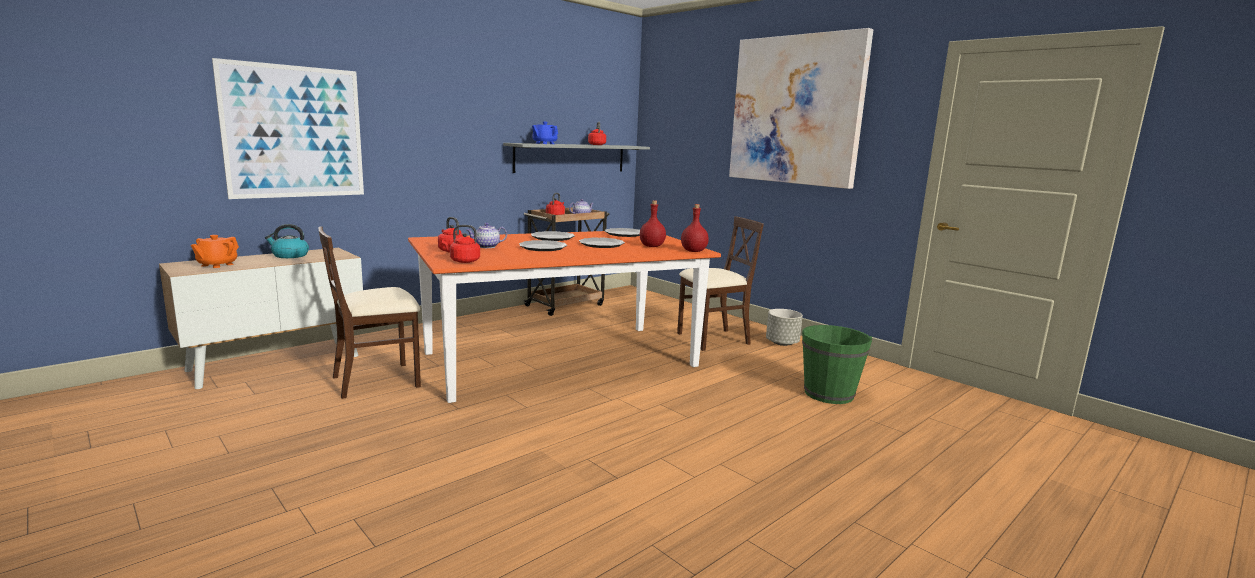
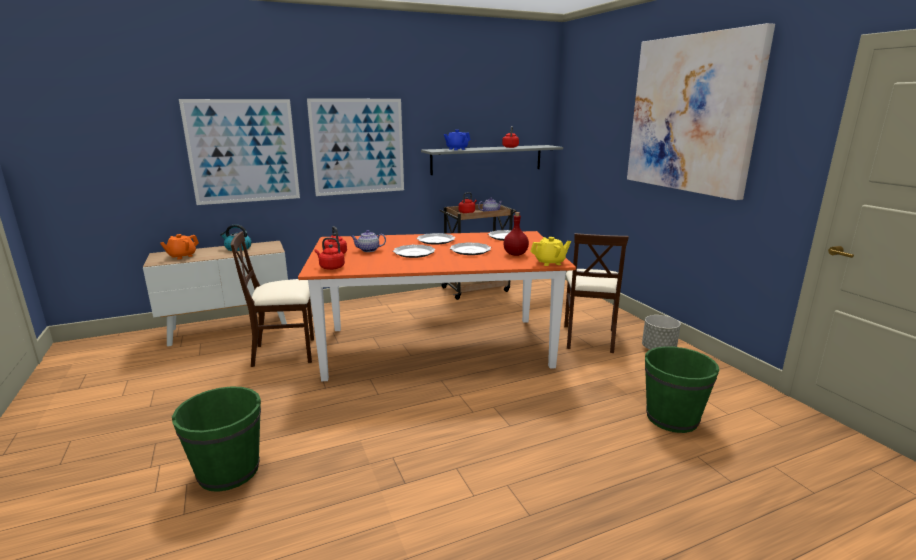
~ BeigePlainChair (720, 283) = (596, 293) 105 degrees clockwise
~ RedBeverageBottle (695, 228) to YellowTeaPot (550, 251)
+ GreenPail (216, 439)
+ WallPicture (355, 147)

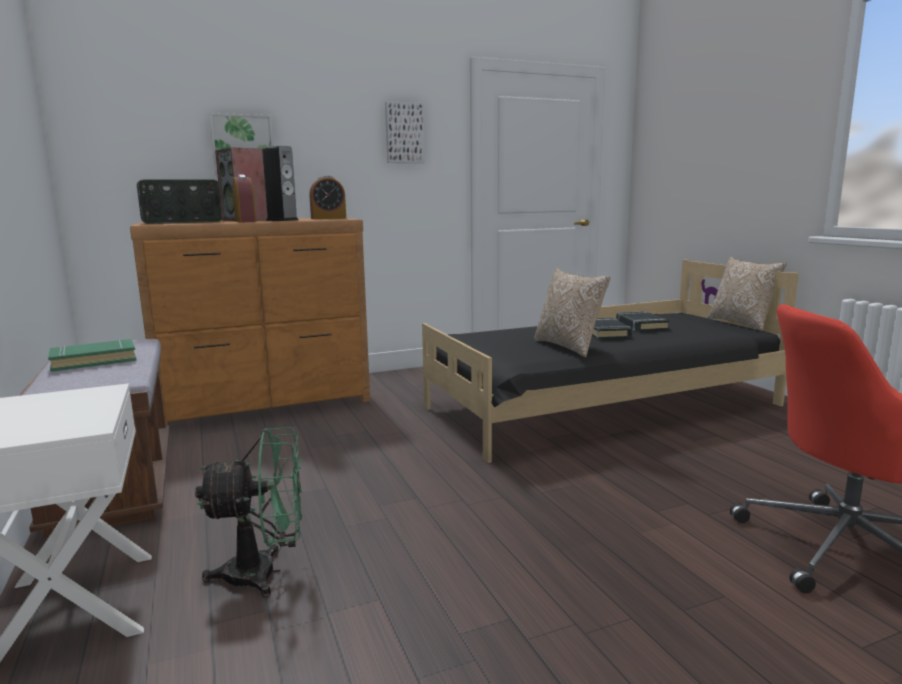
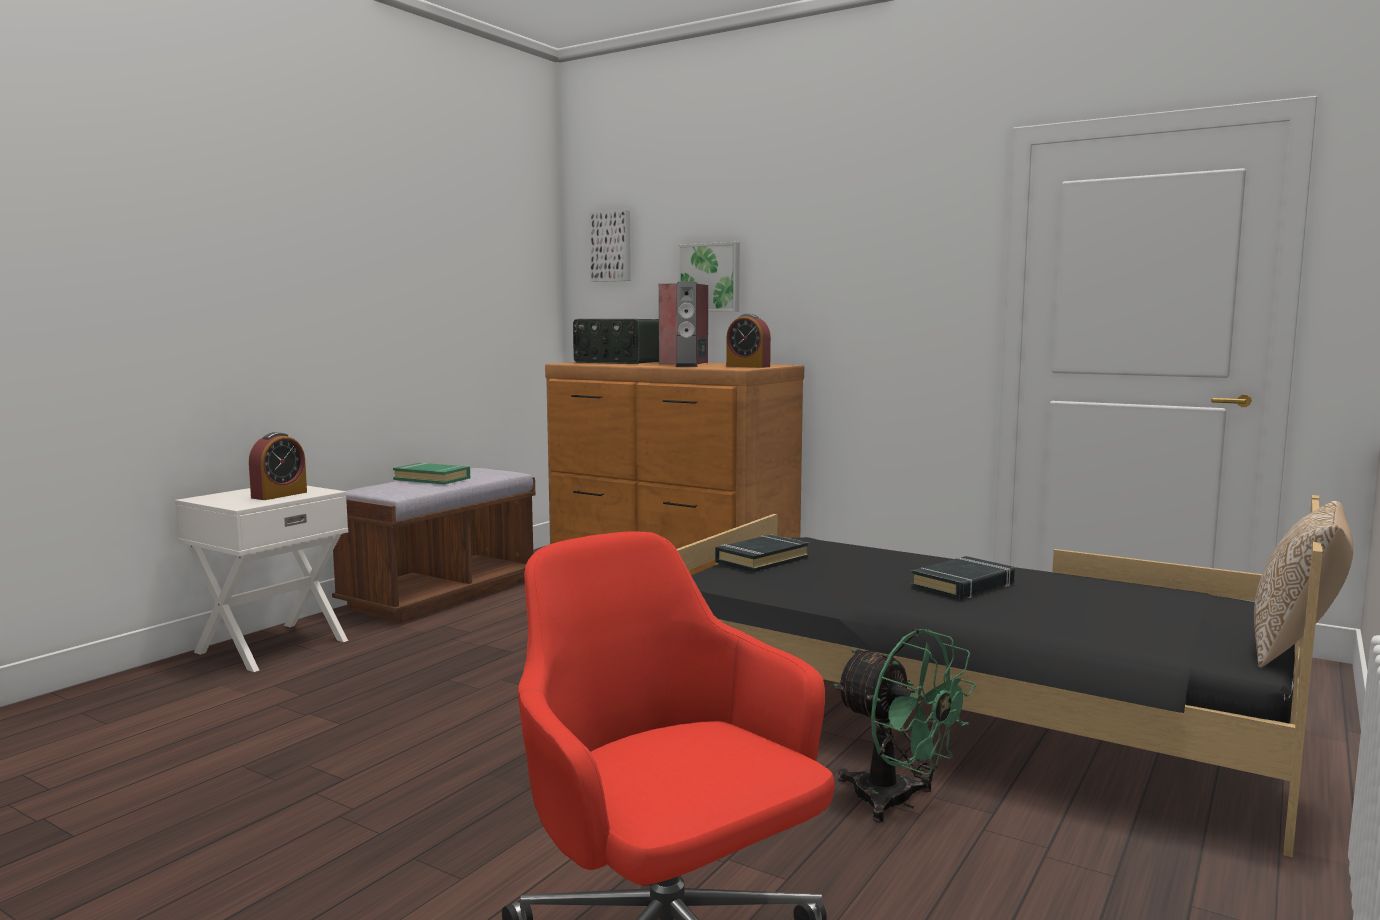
~ GreenFan (248, 512) to (905, 726)
~ BedsideClock (244, 199) to (278, 466)
~ WallPicture (405, 132) to (610, 246)
- ThrowPillow (572, 312)
~ BlackColouredBoundBook (643, 321) to (762, 553)

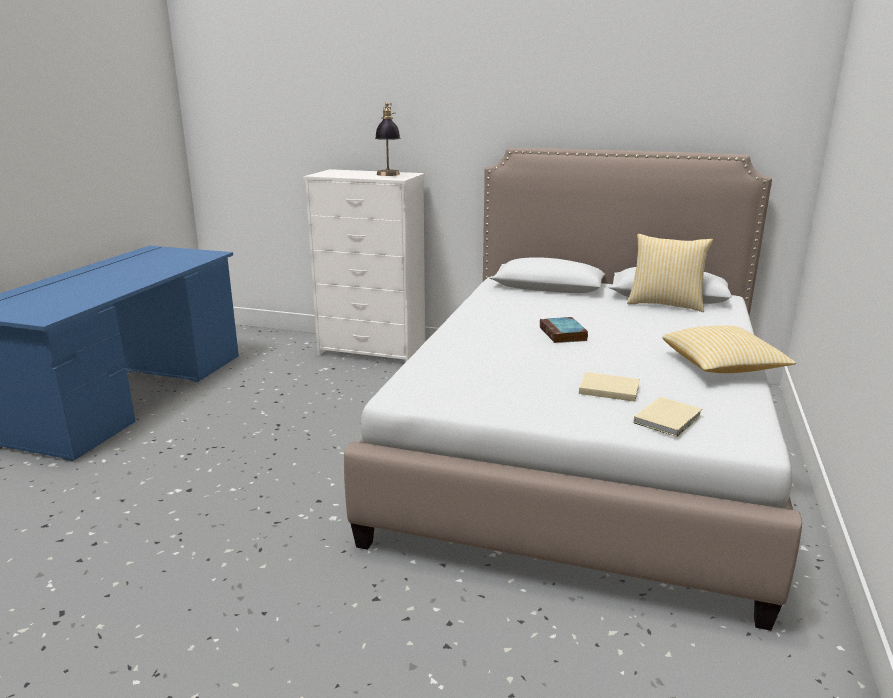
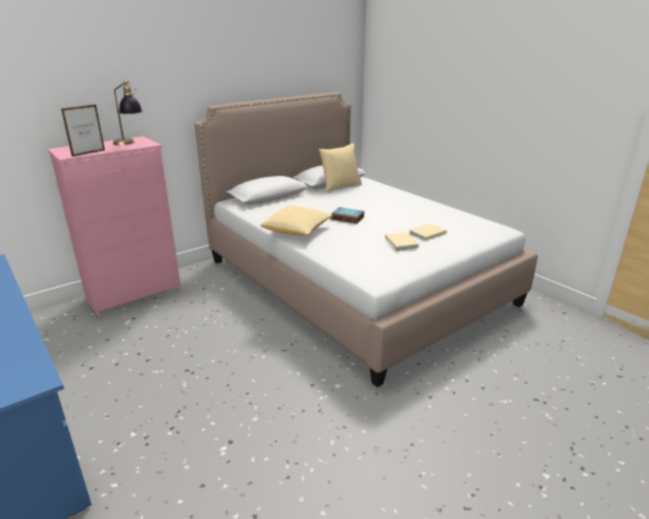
~ WhiteColouredDrawerChest (364, 265) to PinkColouredDrawerChest (114, 226)
~ BeigeBoundBook (668, 417) to (402, 241)
~ ThrowPillow (729, 349) to (297, 221)
+ StandingFrame (83, 130)

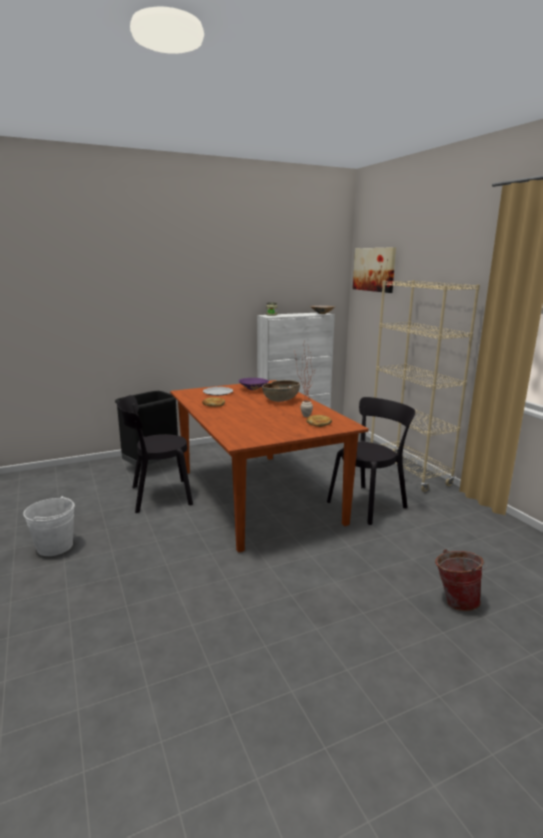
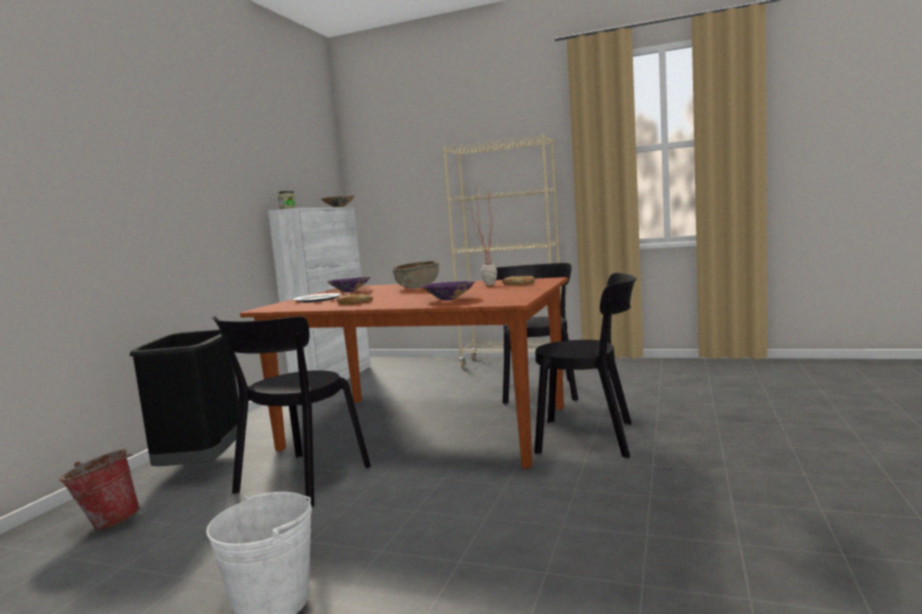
- WallPicture (374, 270)
~ Pail (461, 580) to (99, 490)
+ PurpleServingBowl (447, 291)
+ BlackColouredPlainChair (585, 365)

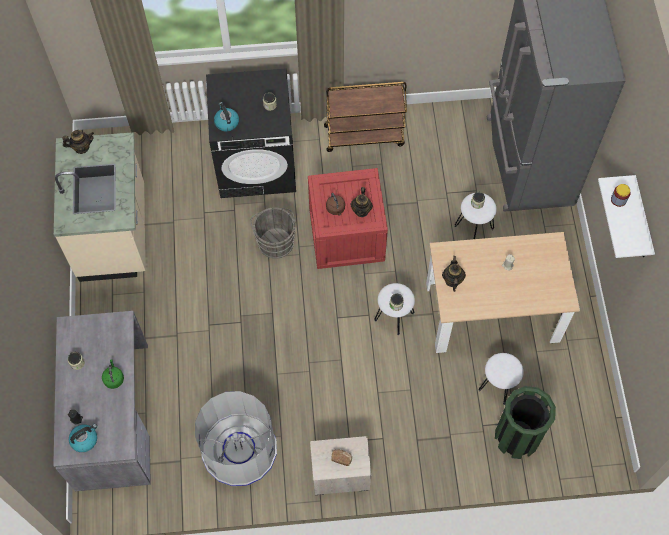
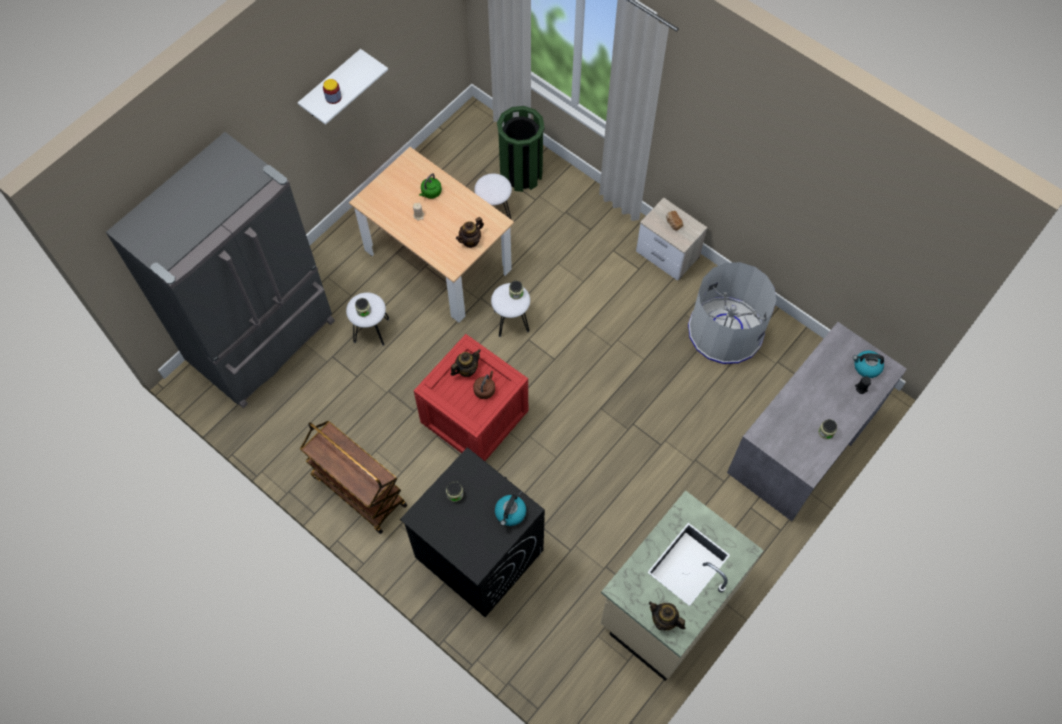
~ GreenWaterKettle (113, 374) to (430, 186)
- GreyPail (273, 233)

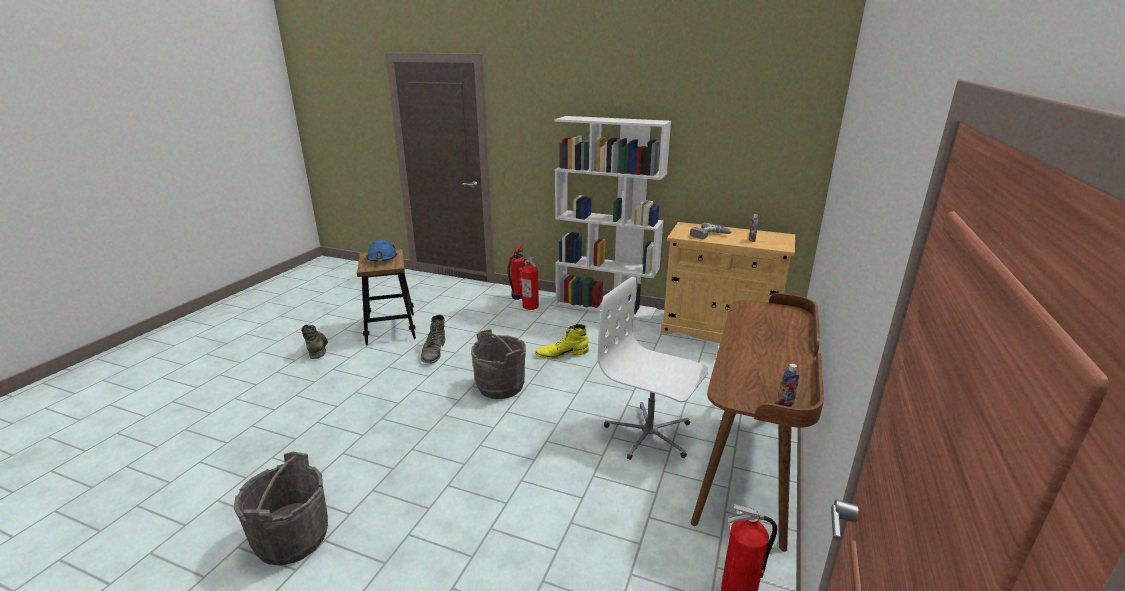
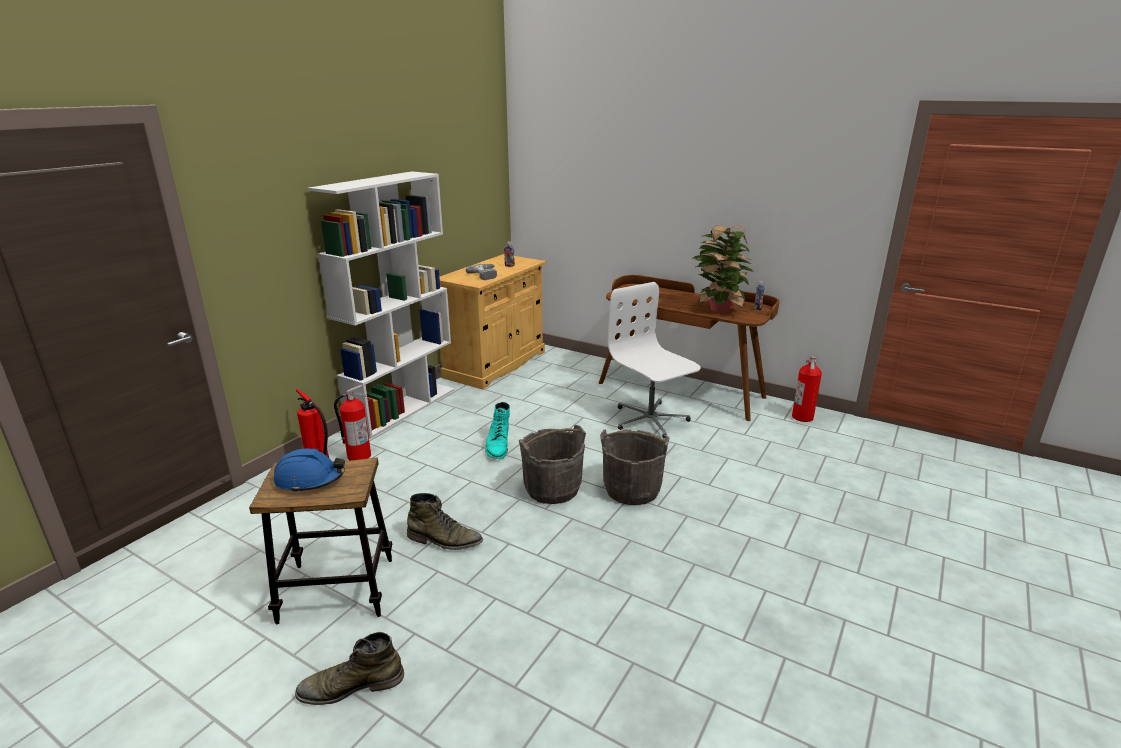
~ GreyPail (281, 509) to (634, 467)
~ YellowBoot (562, 341) to TurquoiseBoot (497, 430)
~ WhiteColouredDeskChair (653, 368) = (654, 360) 105 degrees clockwise
+ PottedPlant (722, 269)

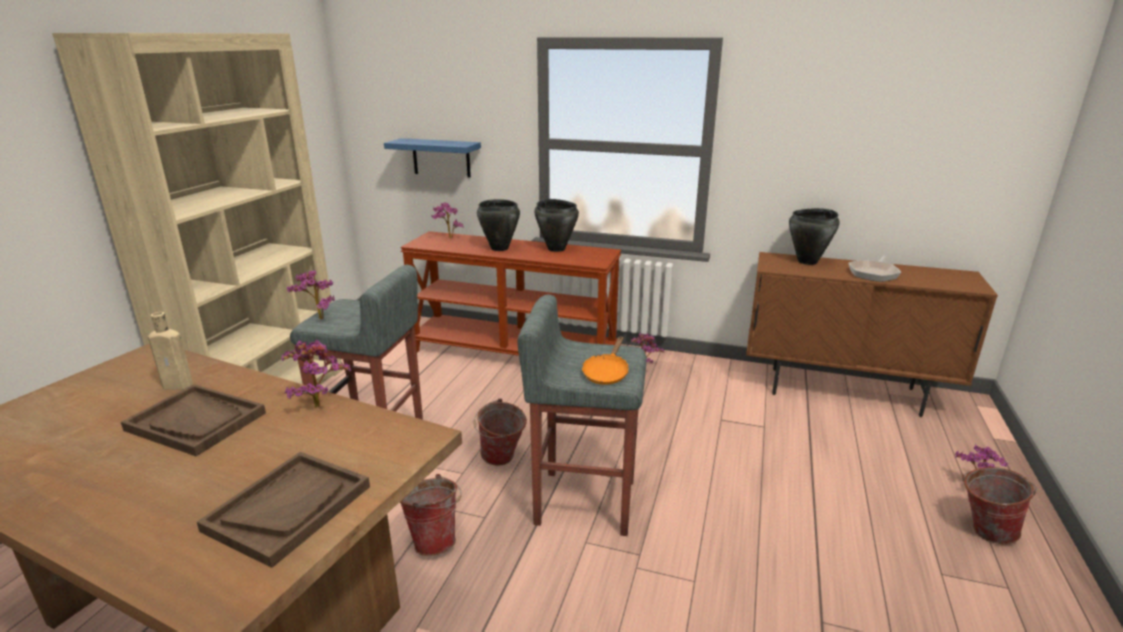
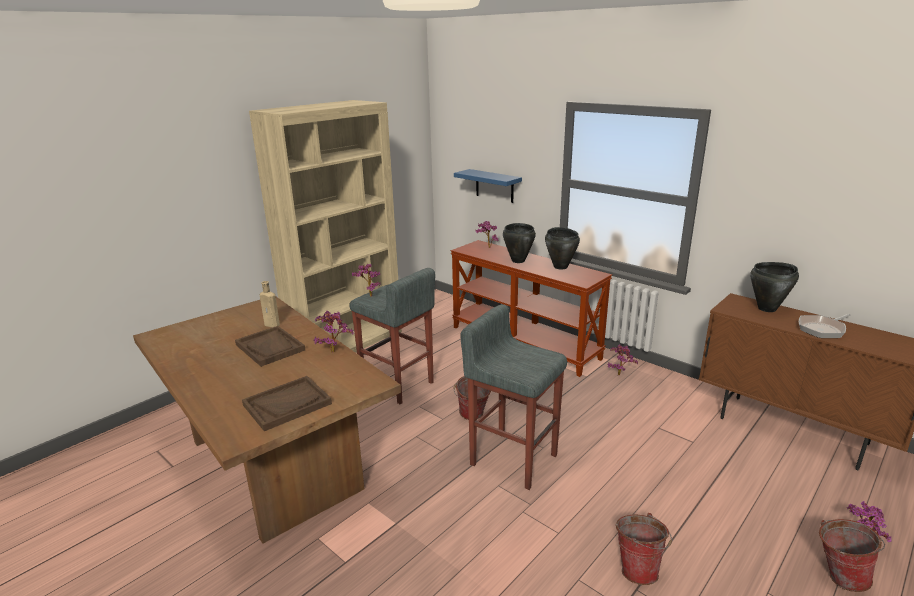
~ Pail (431, 515) to (644, 549)
- OrangeyFryingPan (605, 360)

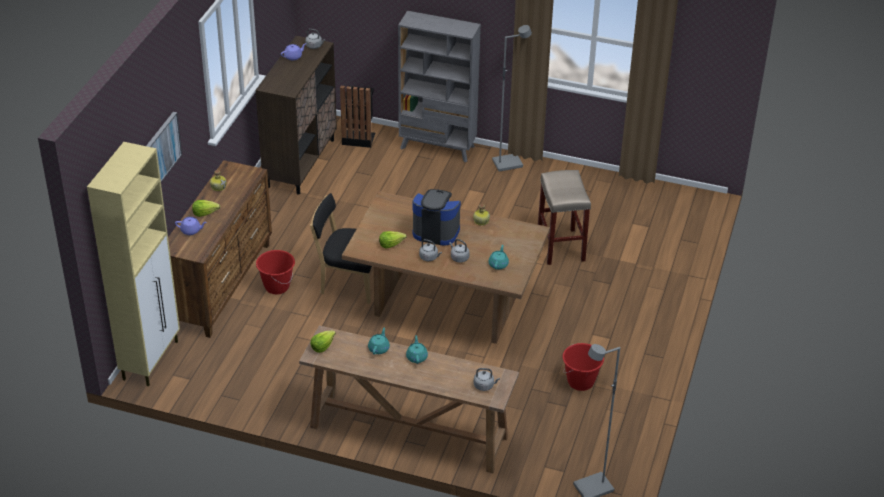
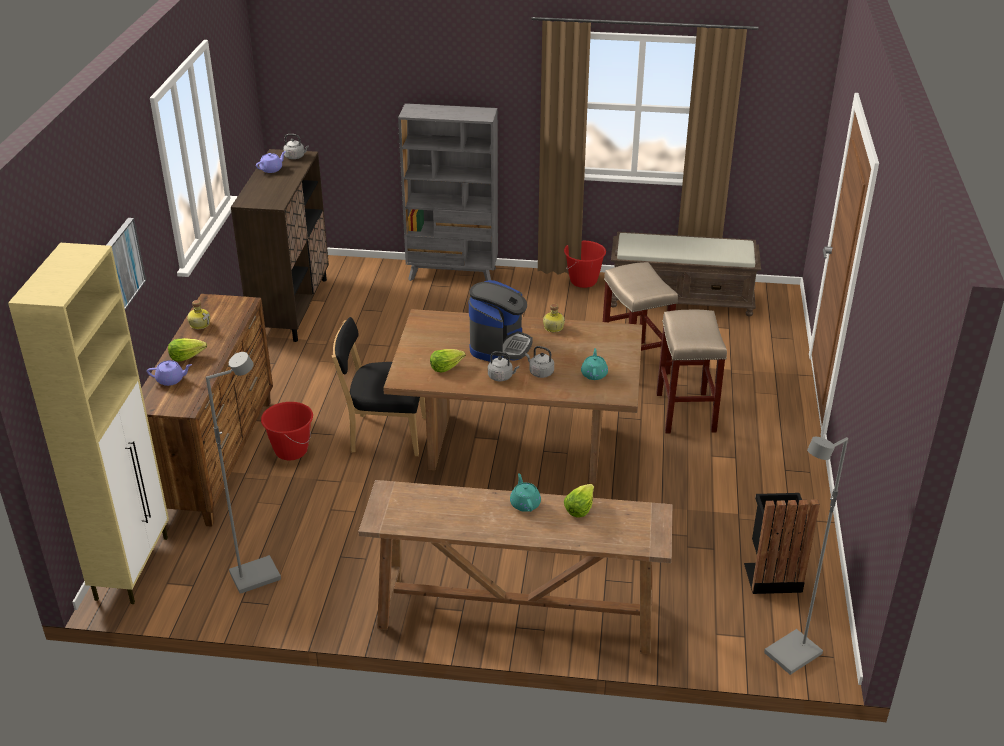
~ HeadOfLettuce (323, 341) to (579, 501)
~ BlackColouredWasteBin (357, 117) to (782, 543)
- TurquoiseTeaPot (379, 341)
~ CoffeeMaker (436, 217) = (501, 321) 105 degrees clockwise
- GreyWaterKettle (487, 379)
~ GreyStandingLamp (512, 98) to (243, 473)
~ RedPail (583, 367) to (585, 264)
+ BrownishLongSeat (686, 274)
+ BeigeStoolSeat (691, 371)

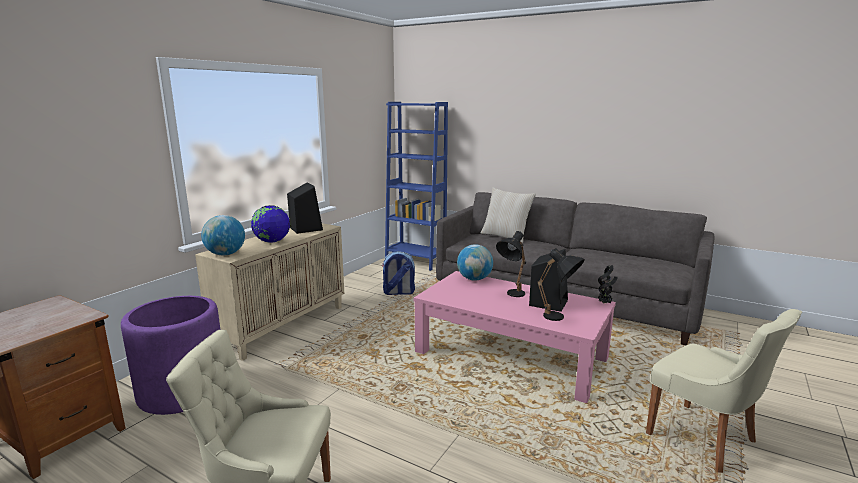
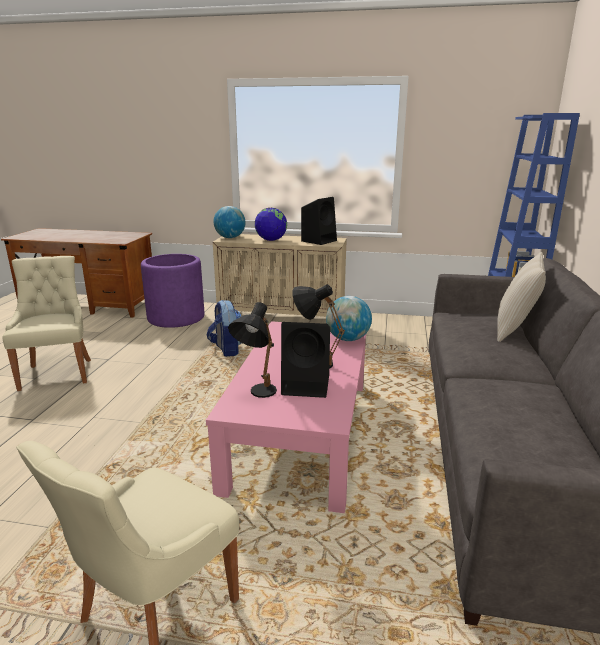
~ Backpack (399, 273) to (224, 328)
- PottedPlant (608, 284)

